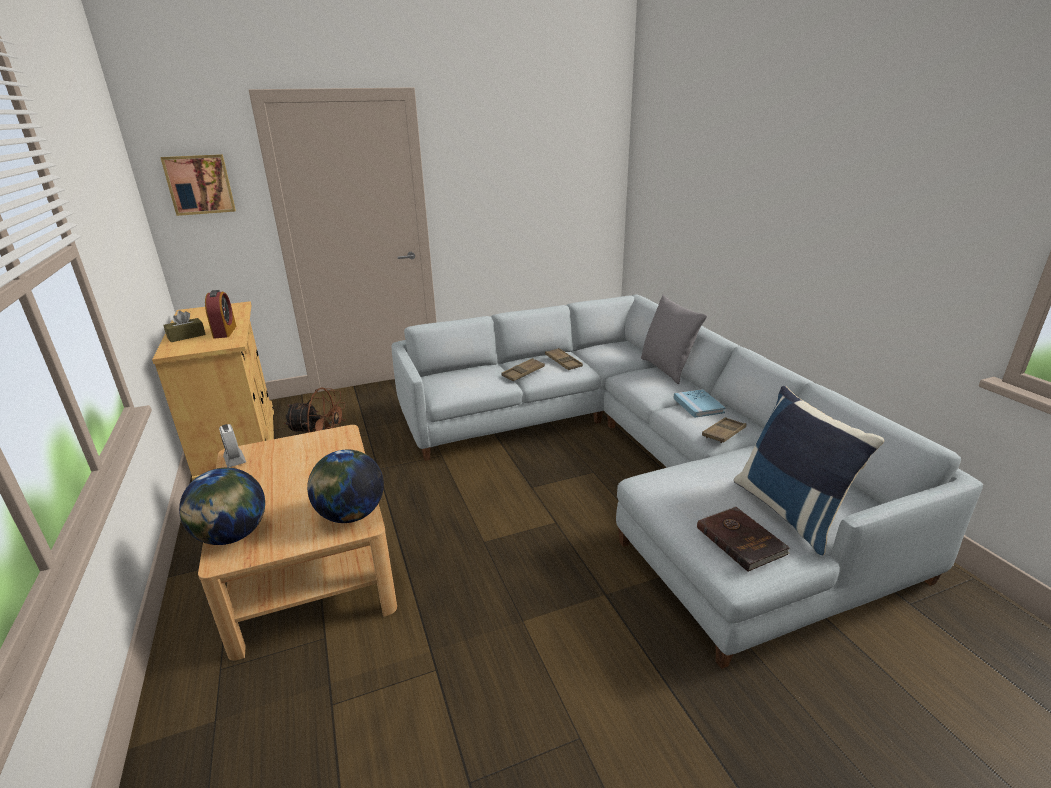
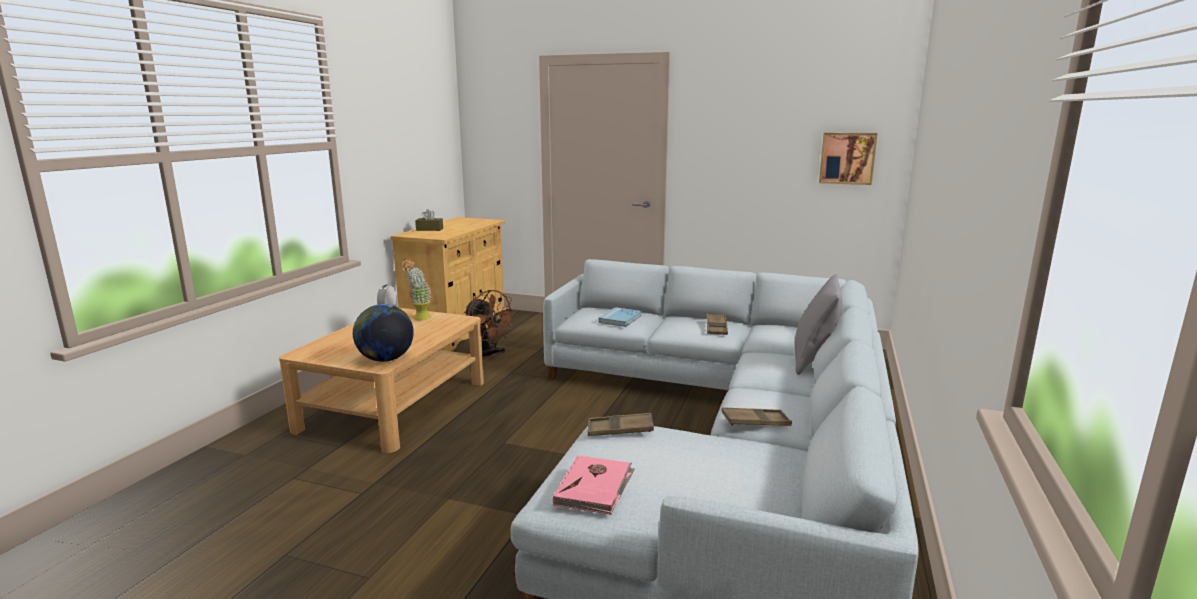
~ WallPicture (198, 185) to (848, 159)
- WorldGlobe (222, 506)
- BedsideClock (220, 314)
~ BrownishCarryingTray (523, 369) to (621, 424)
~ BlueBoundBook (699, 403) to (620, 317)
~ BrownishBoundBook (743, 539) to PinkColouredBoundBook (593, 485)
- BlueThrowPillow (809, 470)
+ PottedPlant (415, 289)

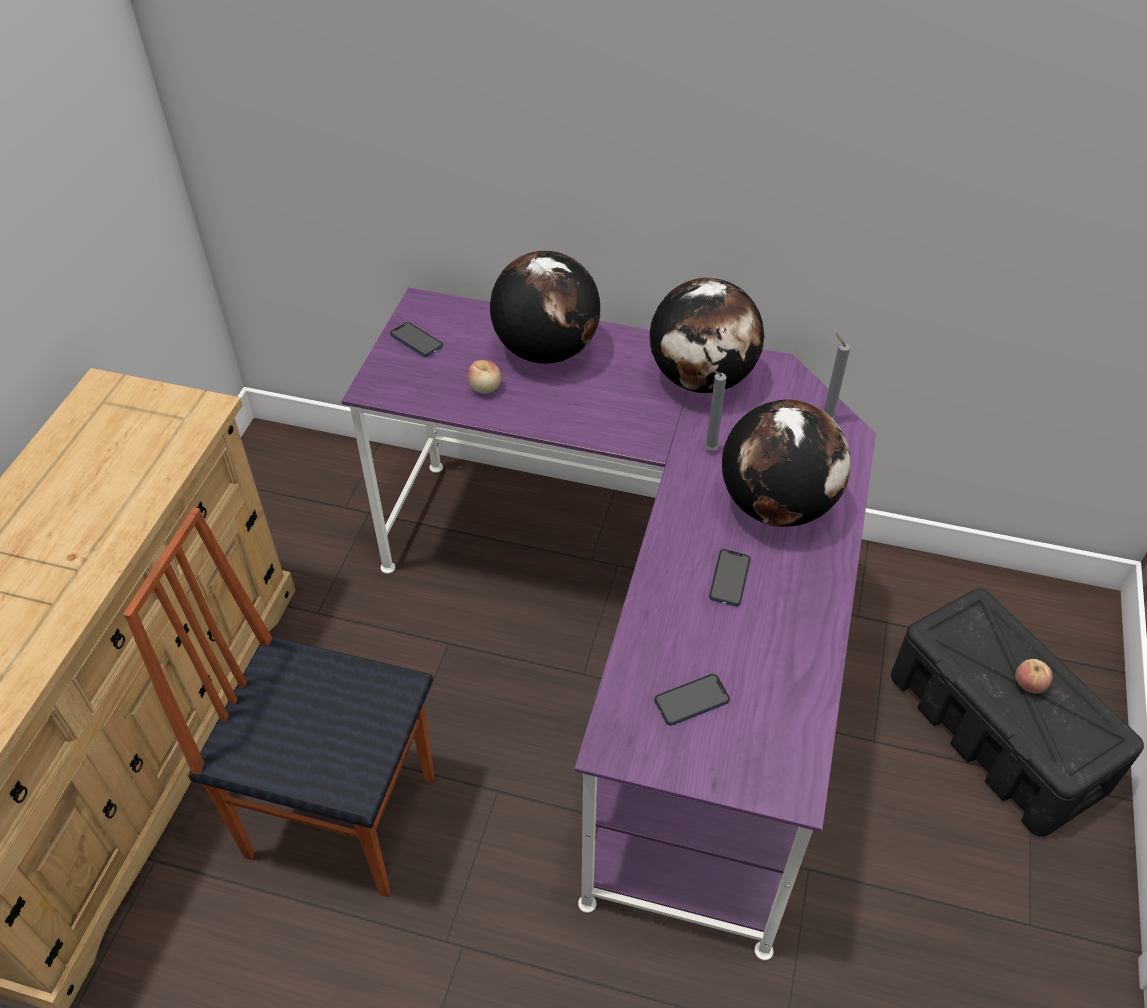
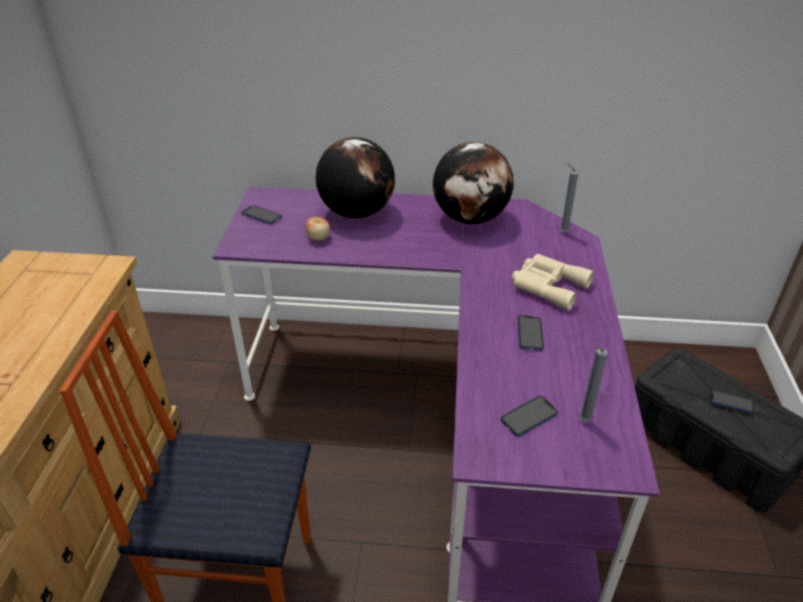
~ GreyCandle (715, 410) to (593, 384)
~ WorldGlobe (786, 463) to BeigeFieldGlasses (553, 282)
~ Apple (1033, 676) to Phone (732, 402)

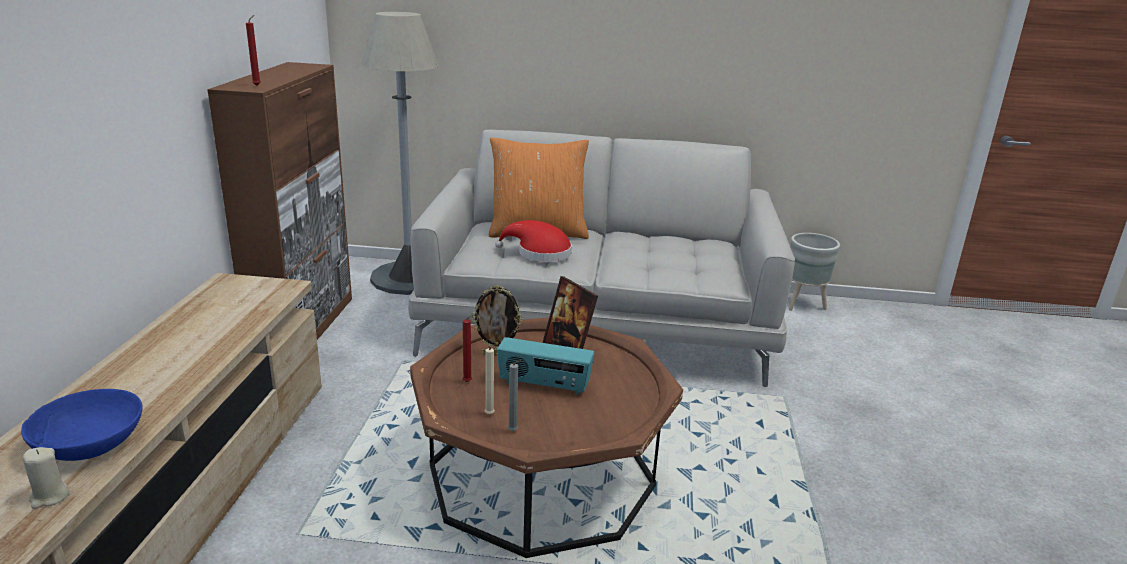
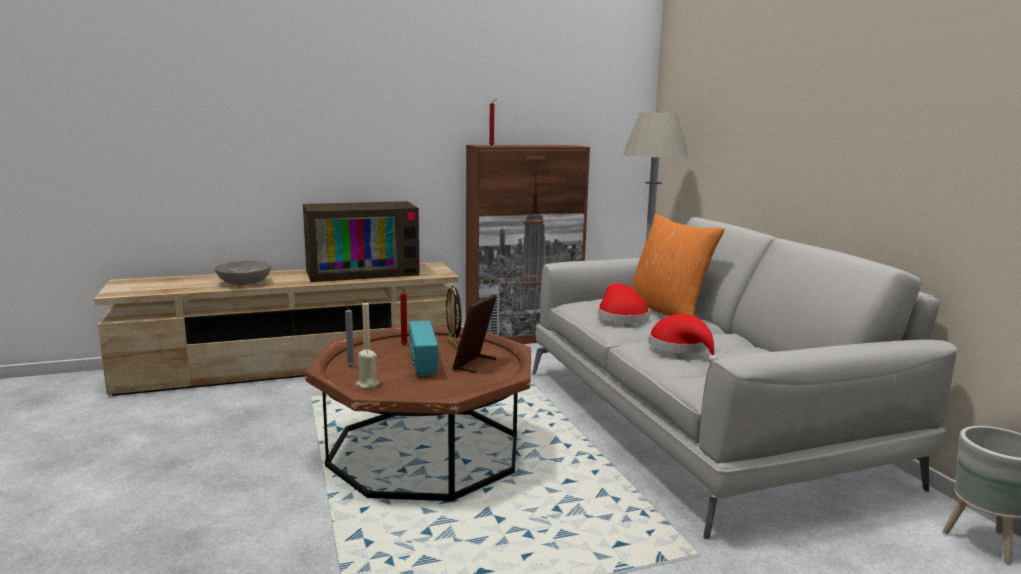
~ BlueServingBowl (82, 425) to GreyServingBowl (242, 272)
~ BeigeCandle (46, 478) to (367, 369)
+ TvSet (361, 241)
+ RedHat (683, 338)

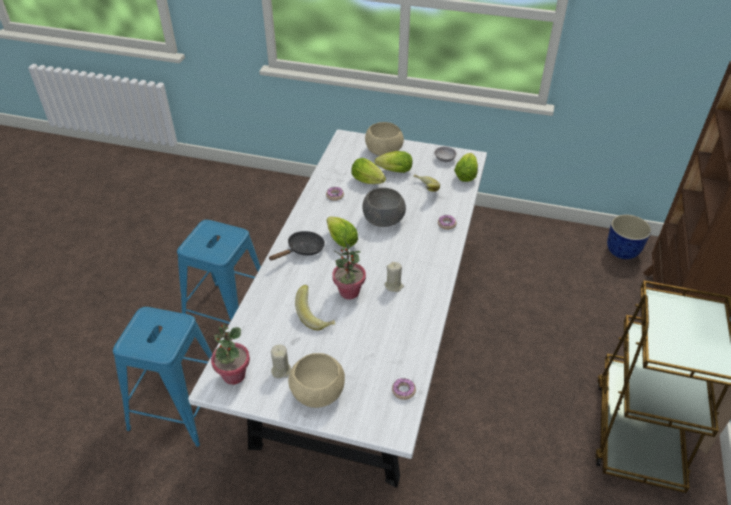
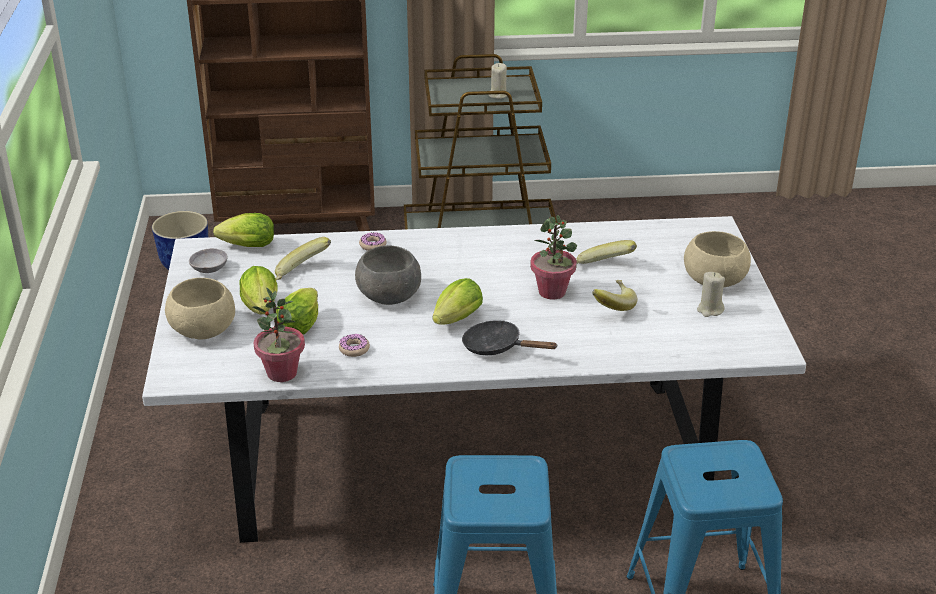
~ PottedPlant (230, 354) to (278, 334)
~ BeigeCandle (394, 277) to (497, 81)
- Doughnut (404, 389)
+ BananaFruit (606, 252)

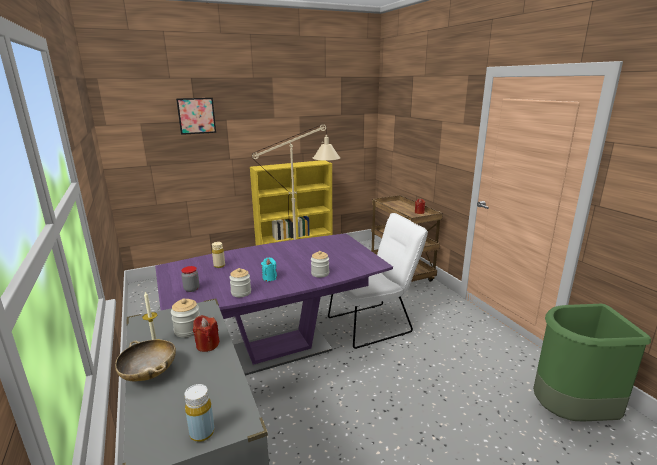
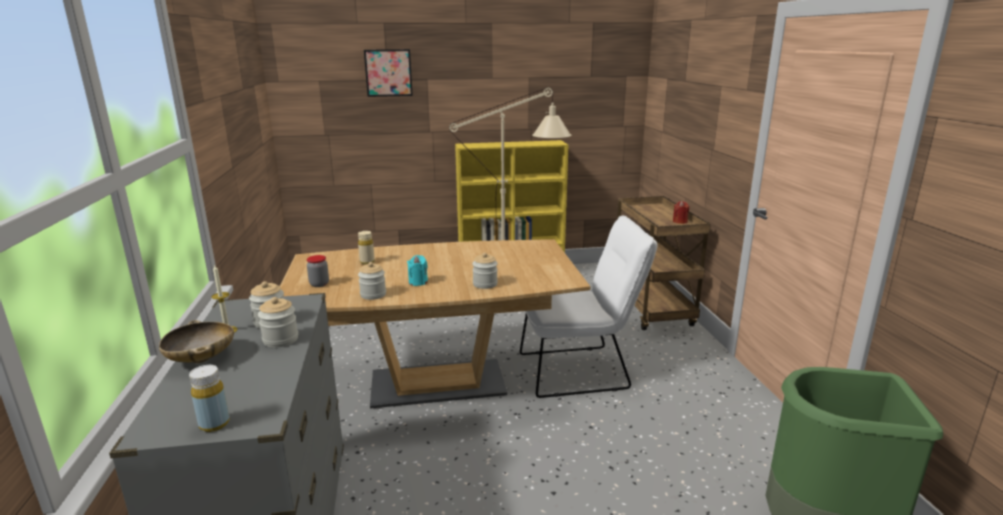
~ PurpleDiningTable (274, 304) to BrownishDiningTable (435, 324)
~ RedCandle (206, 333) to Jar (278, 322)

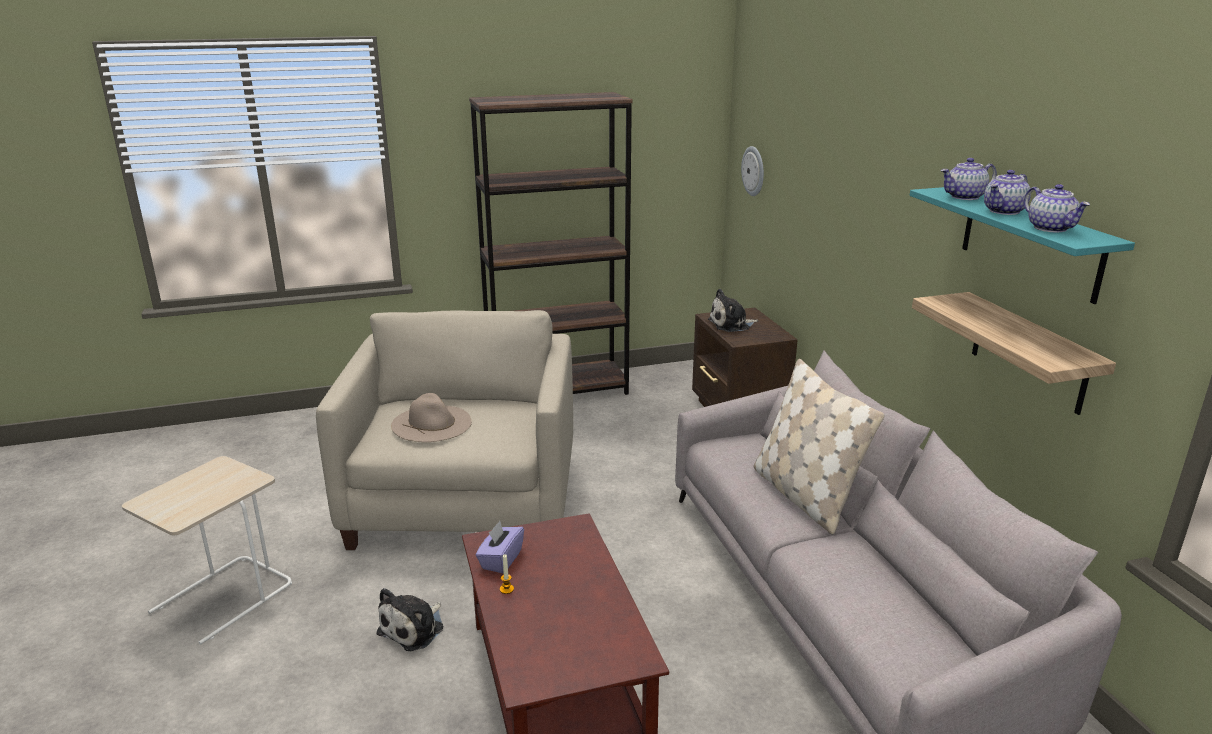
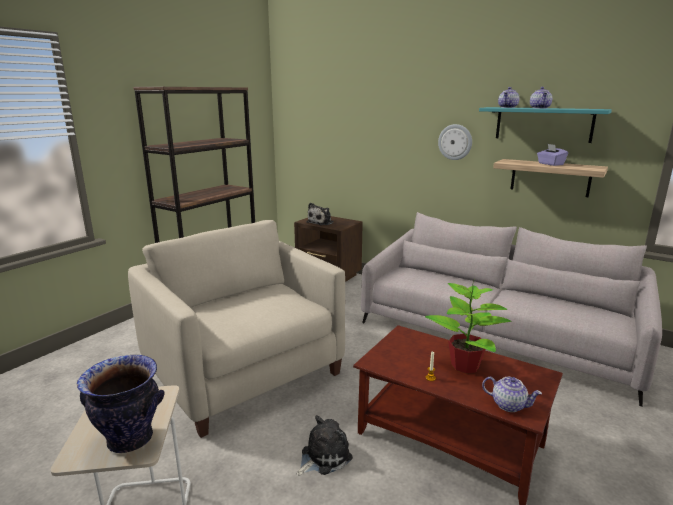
~ SoftToy (409, 619) = (325, 445) 120 degrees counterclockwise
- BeigeHat (431, 417)
~ PurpleTissueBox (500, 547) to (552, 155)
~ HangingClock (752, 171) to (455, 142)
- BeigeThrowPillow (819, 447)
~ TeaPot (1057, 208) to (512, 394)
+ Vase (120, 404)
+ PottedPlant (468, 327)

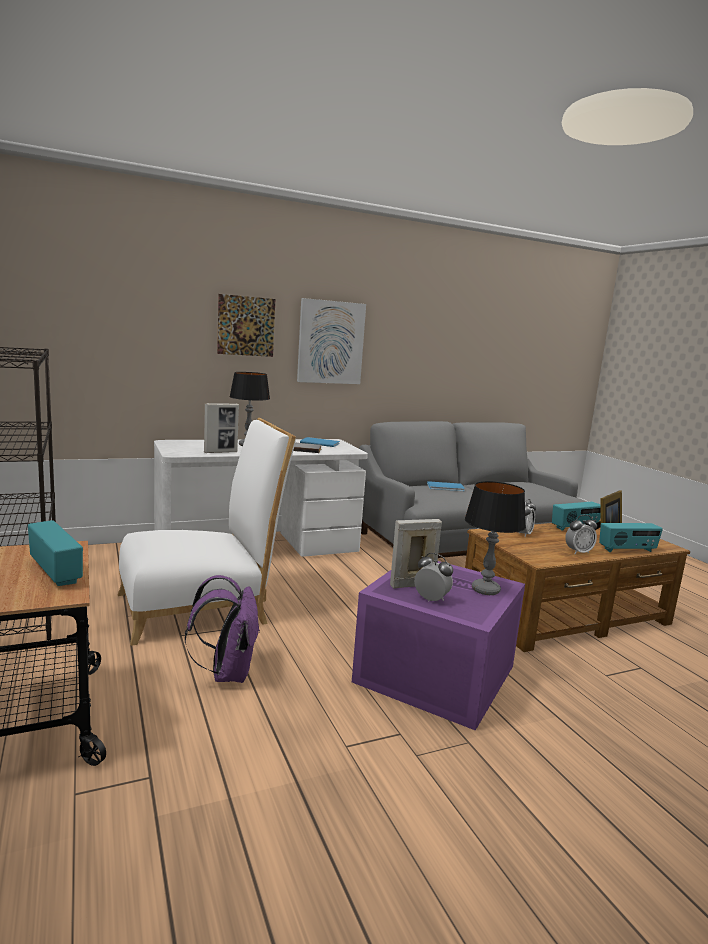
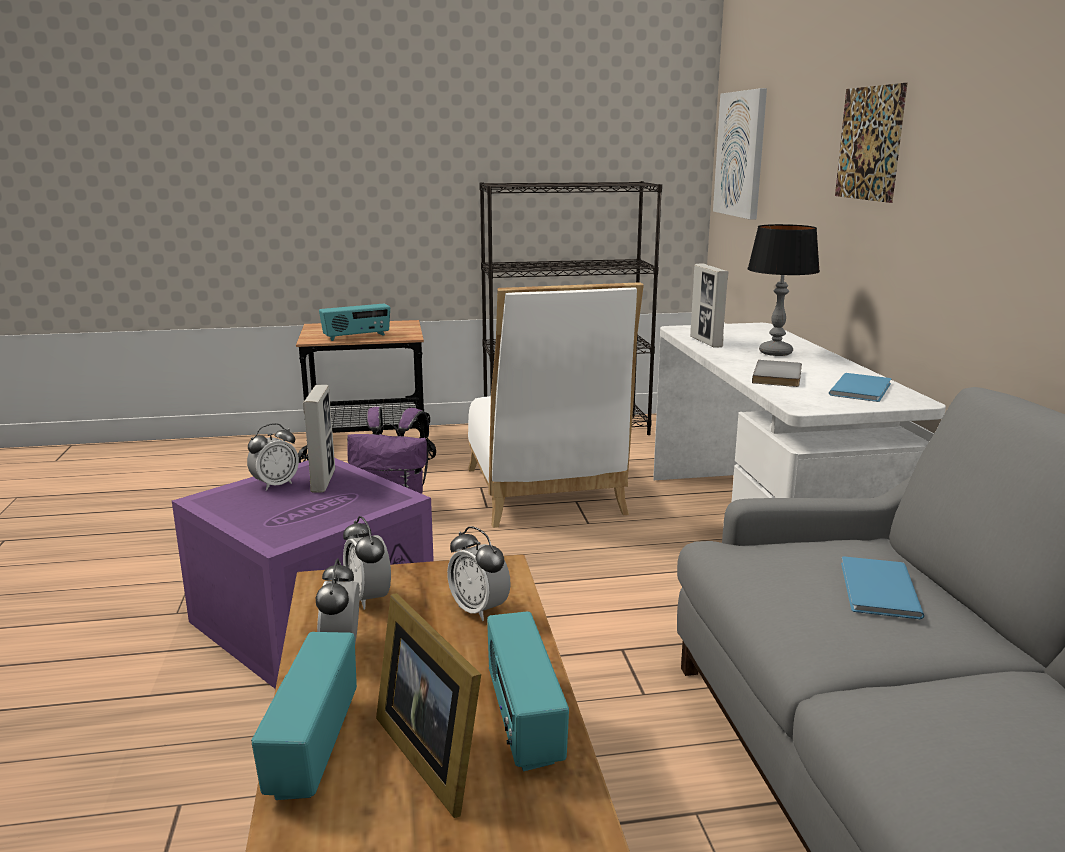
~ WallPicture (331, 341) to (740, 153)
- TabletopLamp (495, 538)
+ BedsideClock (367, 563)

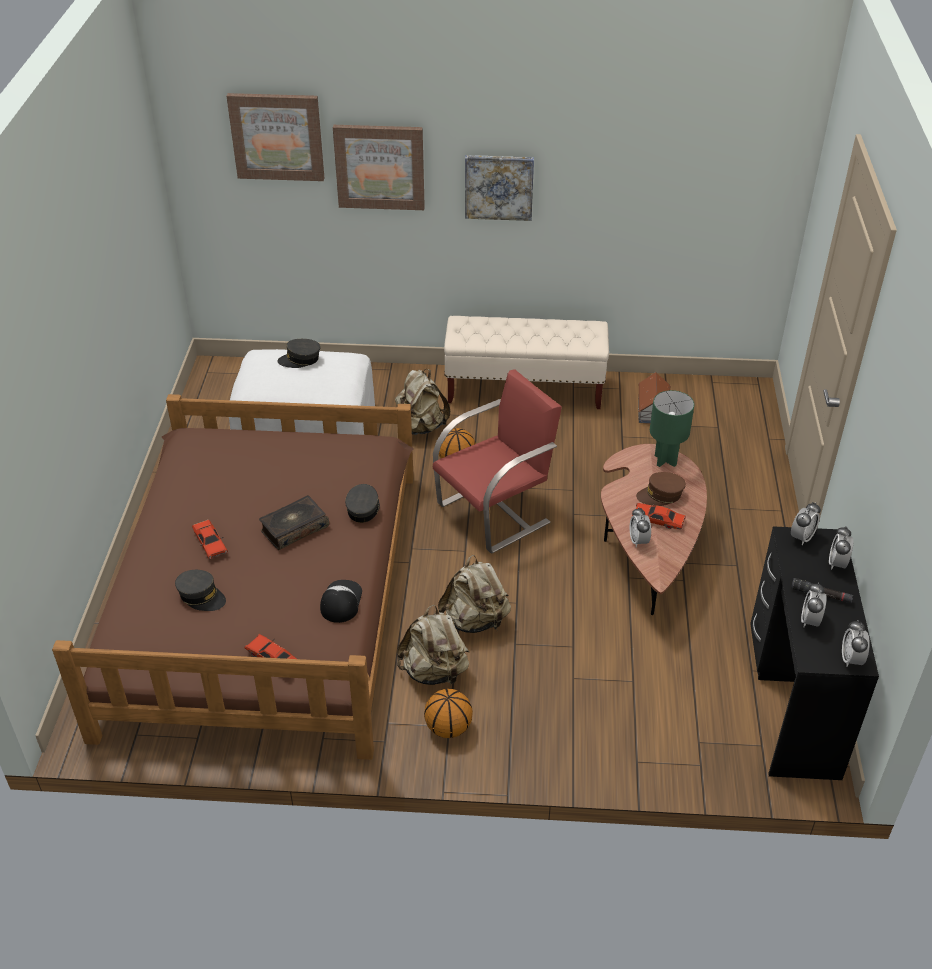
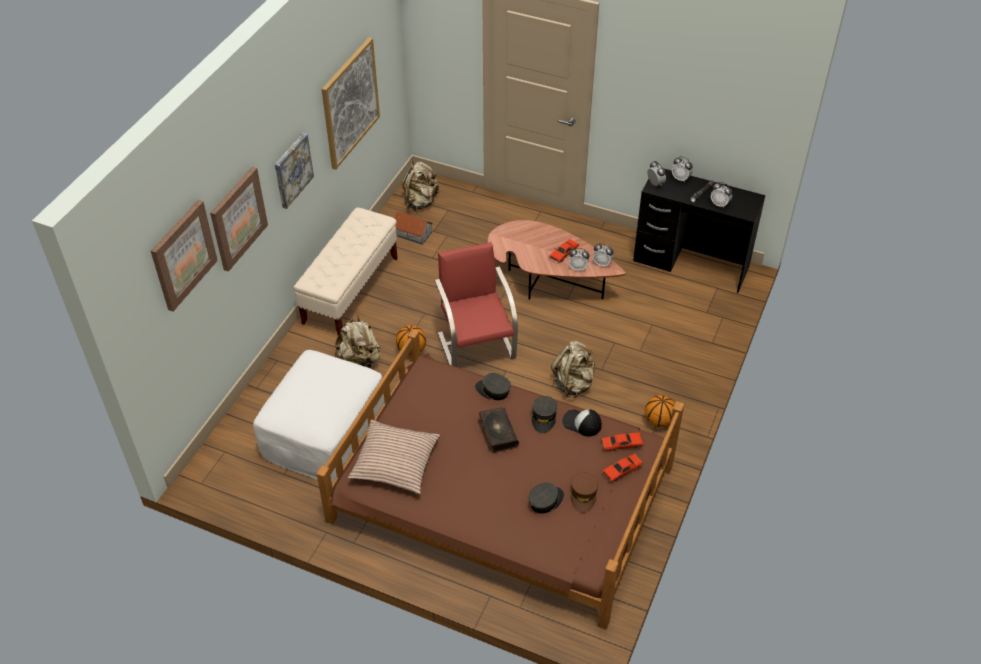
~ RedModelCar (210, 539) to (622, 441)
~ GreyBaseballCap (299, 353) to (544, 414)
~ BeigeBackpack (433, 646) to (420, 186)
~ BrownishBaseballCap (661, 489) to (584, 492)
- GreenTabletopLamp (672, 428)
~ BedsideClock (856, 643) to (603, 255)
+ WallPicture (351, 103)
+ ThrowPillow (394, 457)

